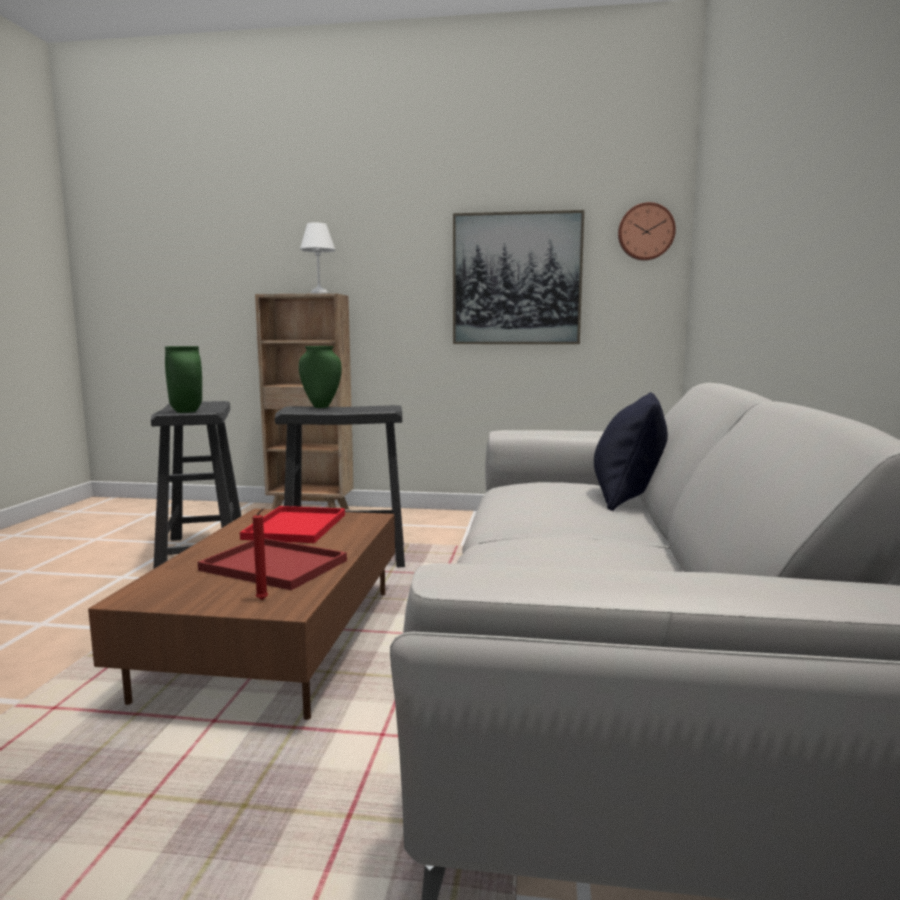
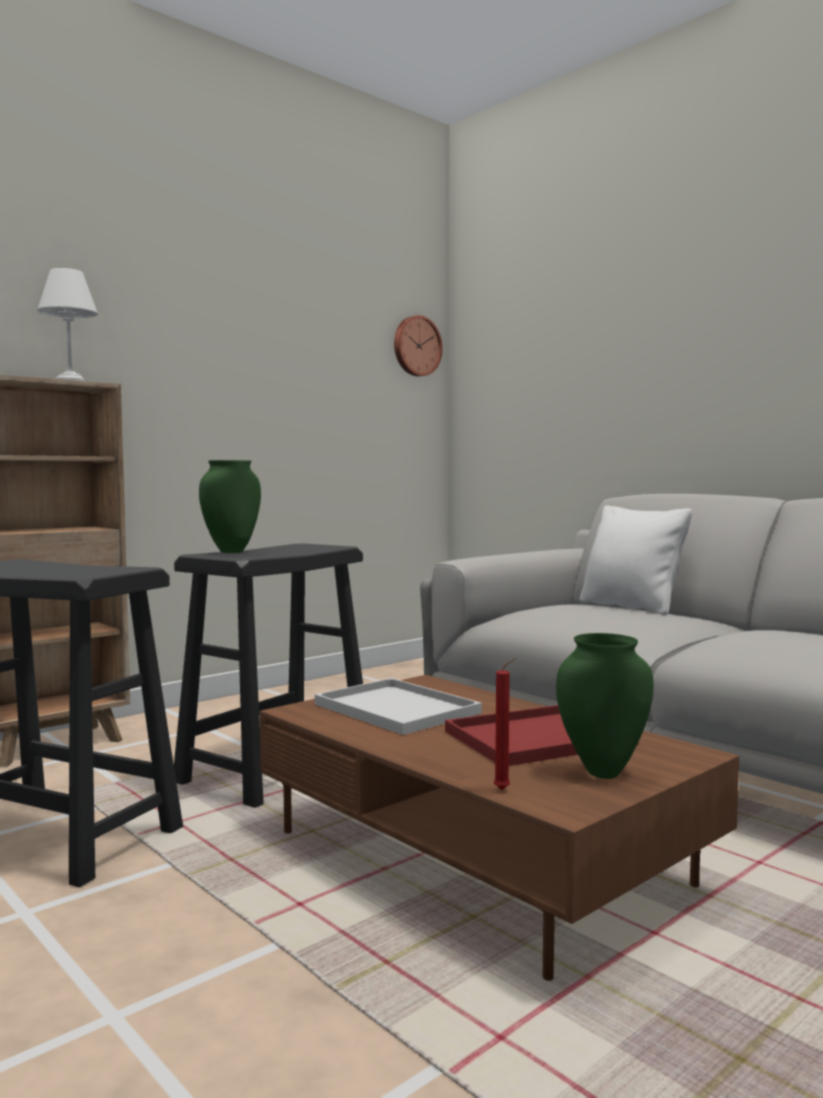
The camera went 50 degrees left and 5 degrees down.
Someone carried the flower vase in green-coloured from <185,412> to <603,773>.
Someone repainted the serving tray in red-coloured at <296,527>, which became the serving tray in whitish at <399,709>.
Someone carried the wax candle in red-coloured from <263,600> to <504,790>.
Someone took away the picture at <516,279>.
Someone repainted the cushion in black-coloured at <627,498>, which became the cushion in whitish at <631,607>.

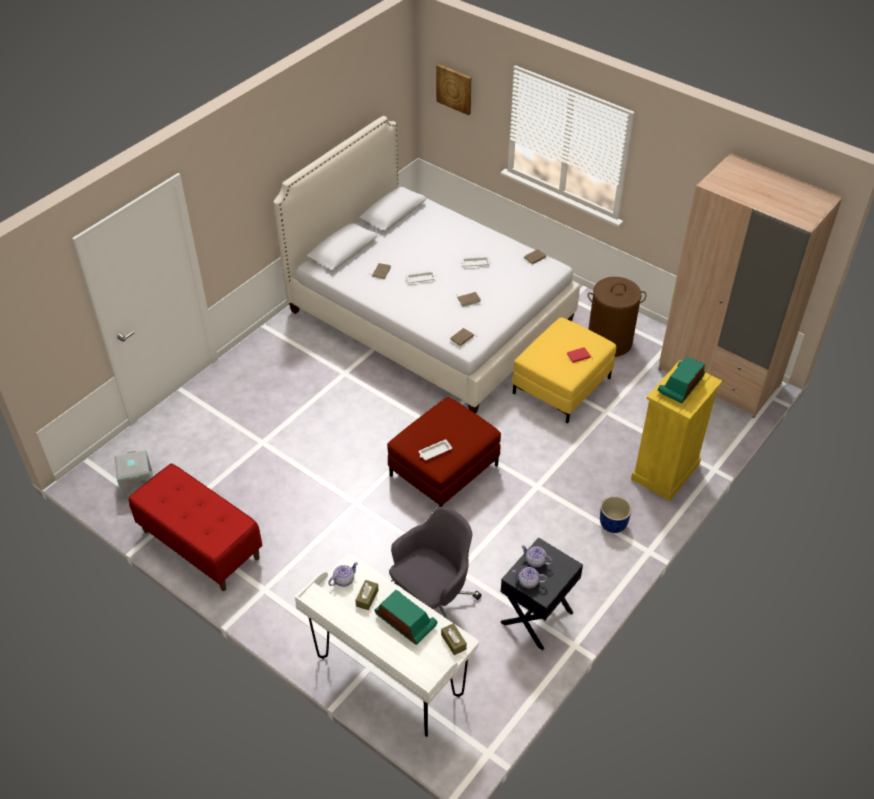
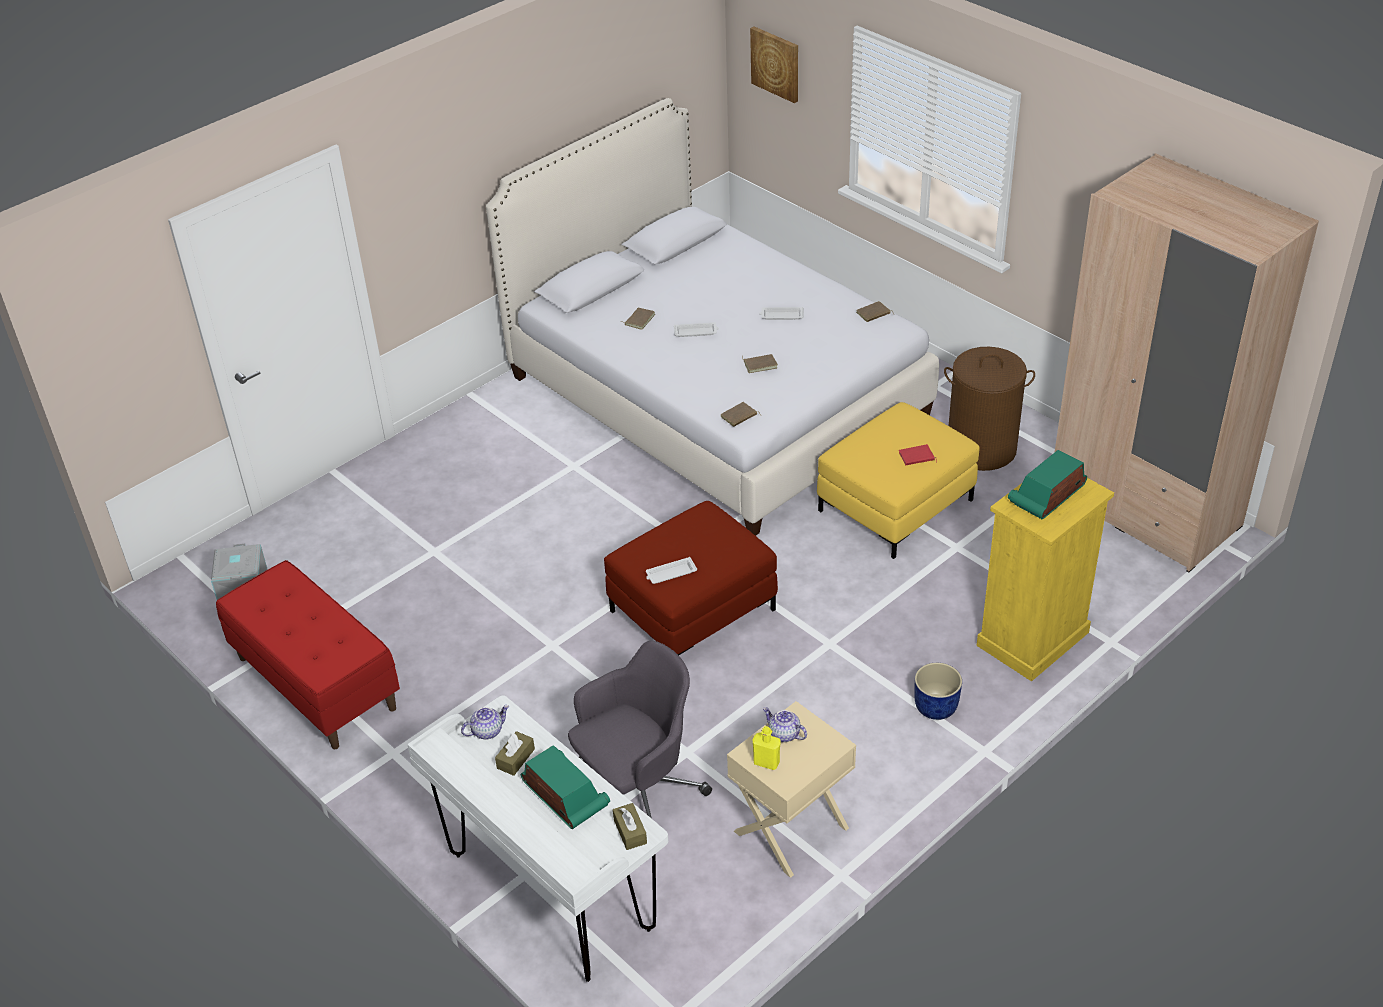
The camera went 10 degrees right and 5 degrees down.
Someone repainted the nightstand in black-coloured at <537,618>, which became the nightstand in sand-coloured at <792,830>.
Someone swapped the teapot at <528,582> for the bottle in yellow at <766,762>.

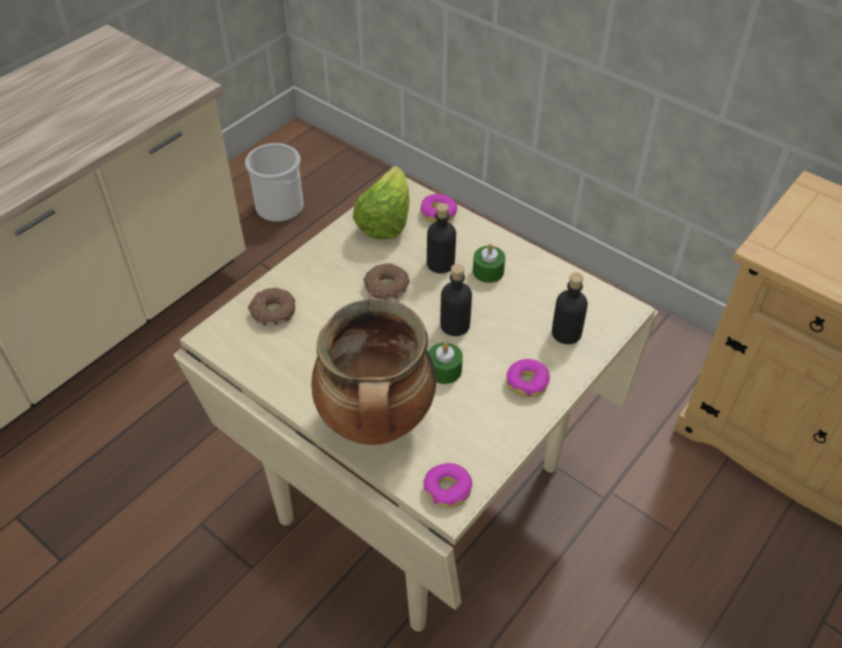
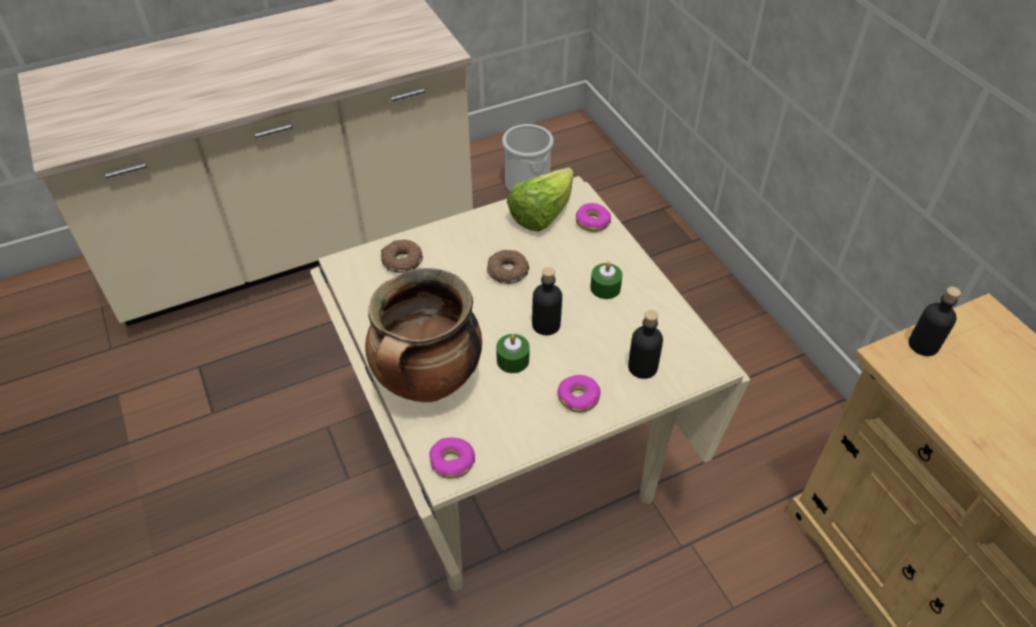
The camera went 25 degrees right and 0 degrees up.
Someone carried the bottle in black-coloured from <440,263> to <923,345>.

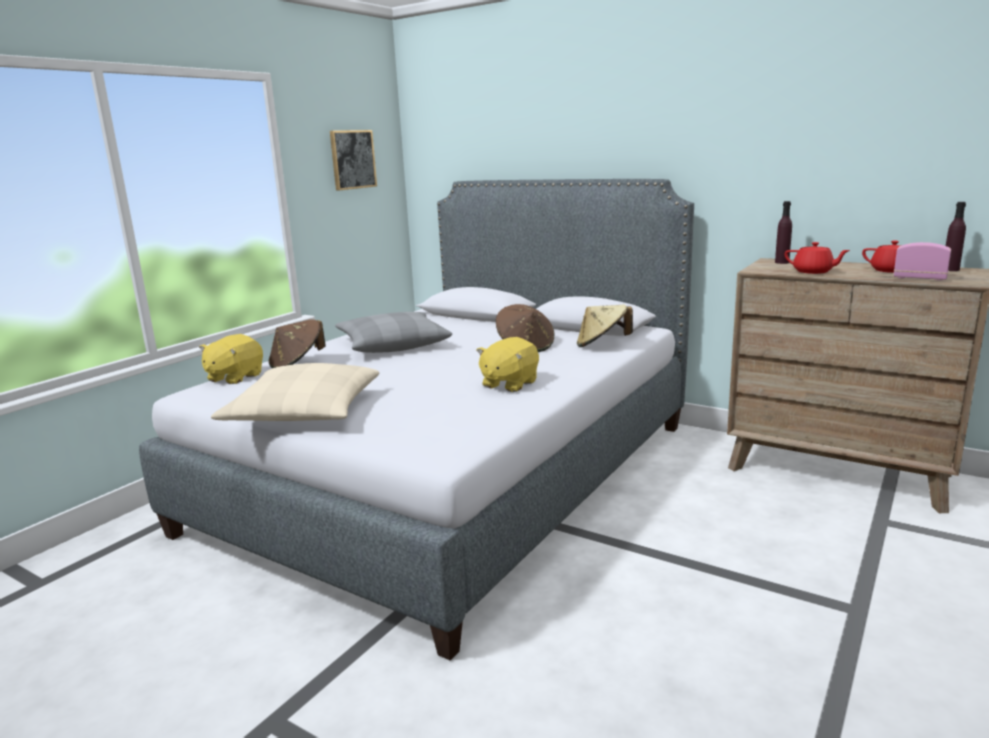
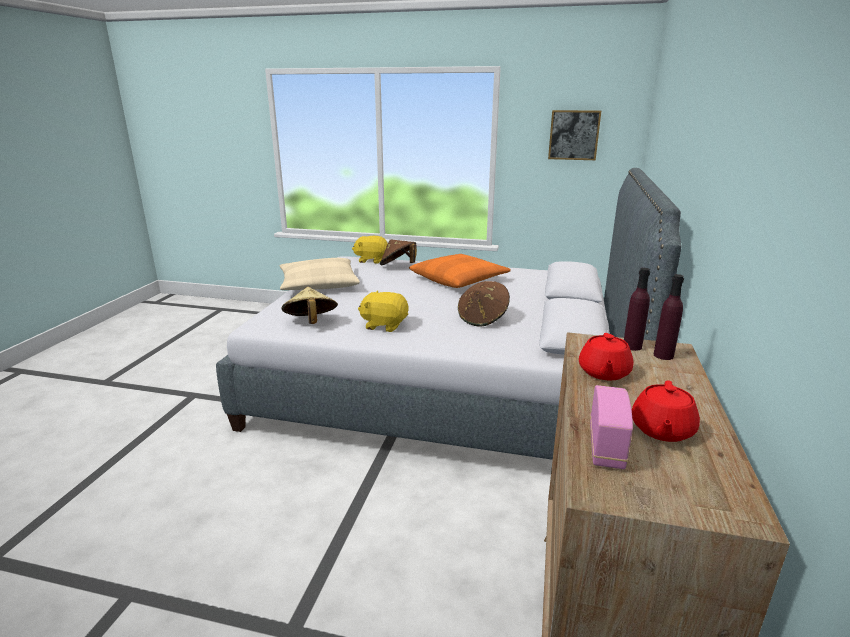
The camera went 70 degrees right and 5 degrees up.
Someone repainted the cushion in grey at <392,344>, which became the cushion in orangey at <459,279>.
Someone carried the hat in sand-coloured from <602,344> to <310,322>.
Someone carried the bottle in purple from <950,269> to <632,346>.

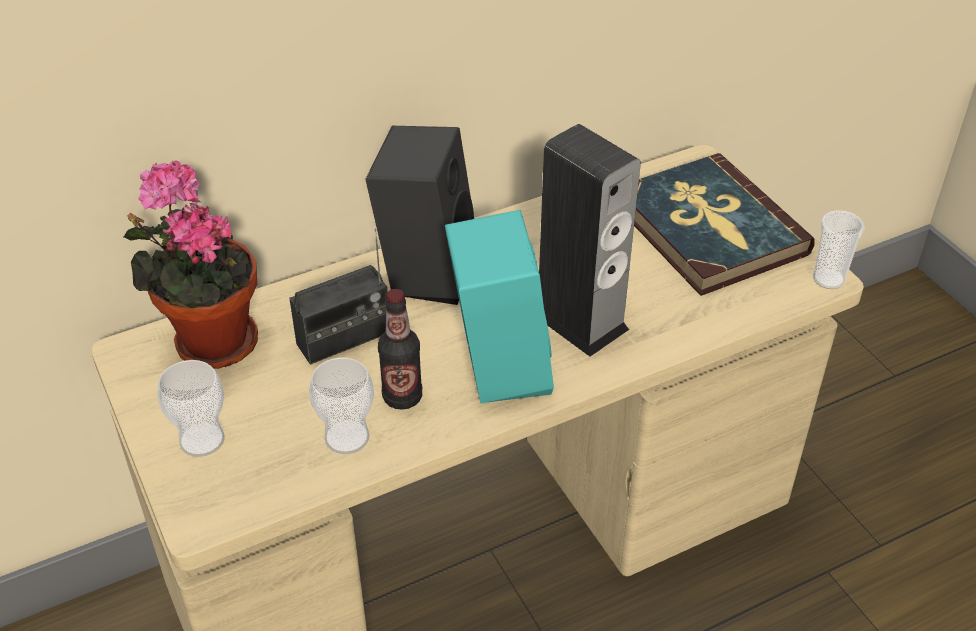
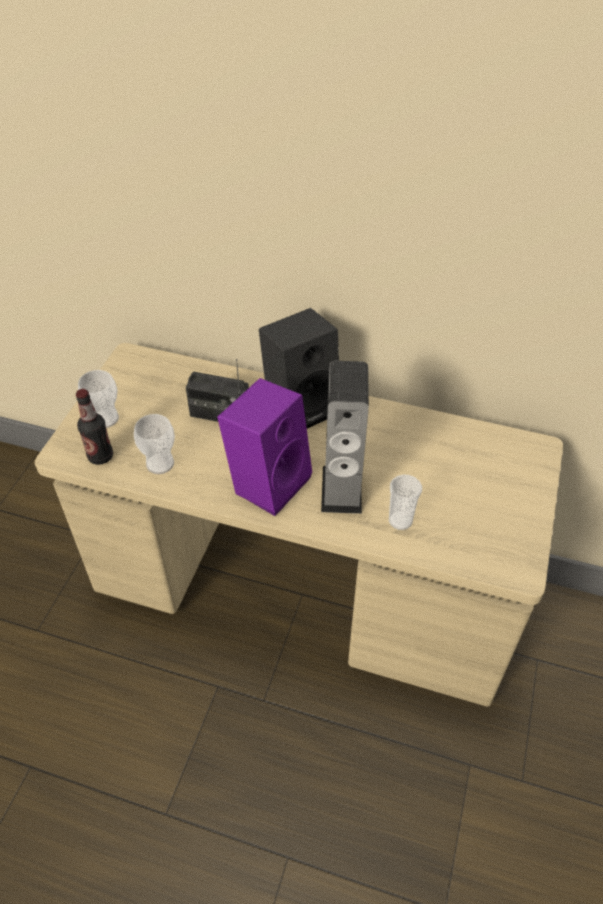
The camera went 45 degrees right and 5 degrees up.
Someone took away the plant in a pot at <210,340>.
Someone carried the bottle from <402,397> to <100,456>.
Someone repainted the loudspeaker in blue-green at <496,366>, which became the loudspeaker in purple at <268,481>.
Someone took away the volume at <708,229>.
Someone carried the cup from <828,279> to <400,521>.

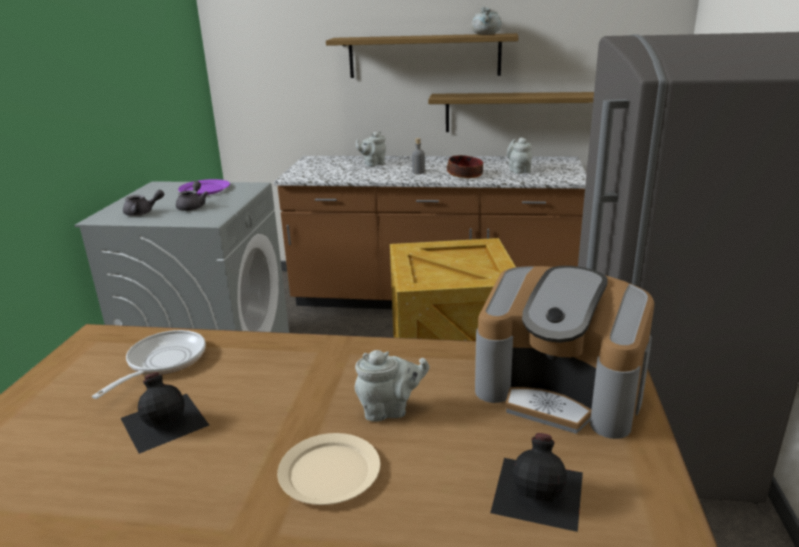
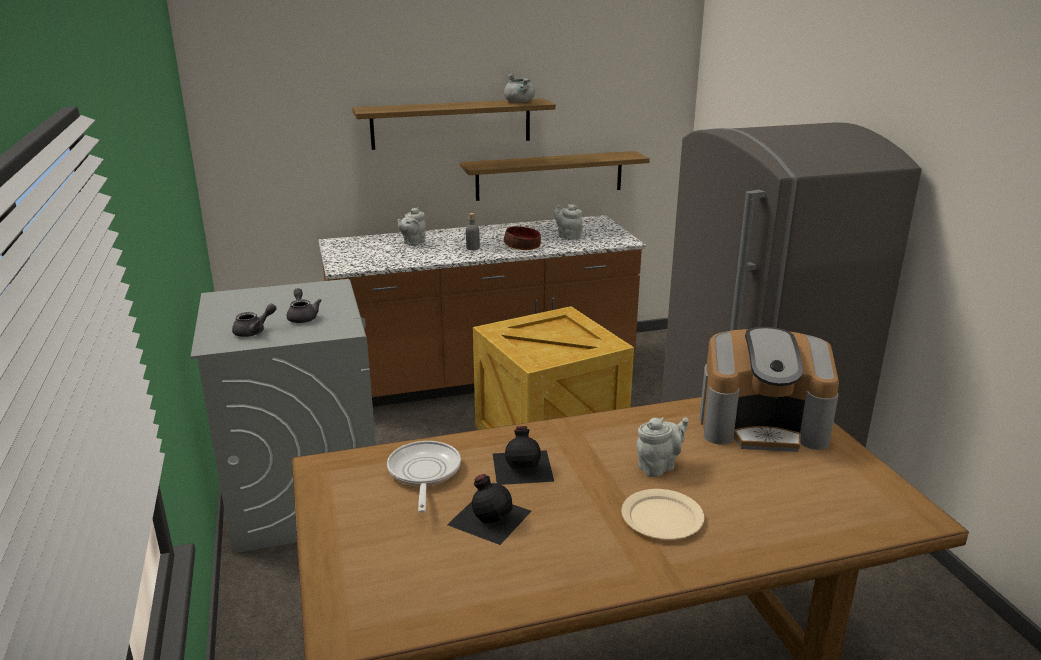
The camera went 25 degrees left and 0 degrees up.
Someone took away the plate in purple at <204,189>.
Someone carried the bottle in black-coloured from <539,491> to <523,466>.

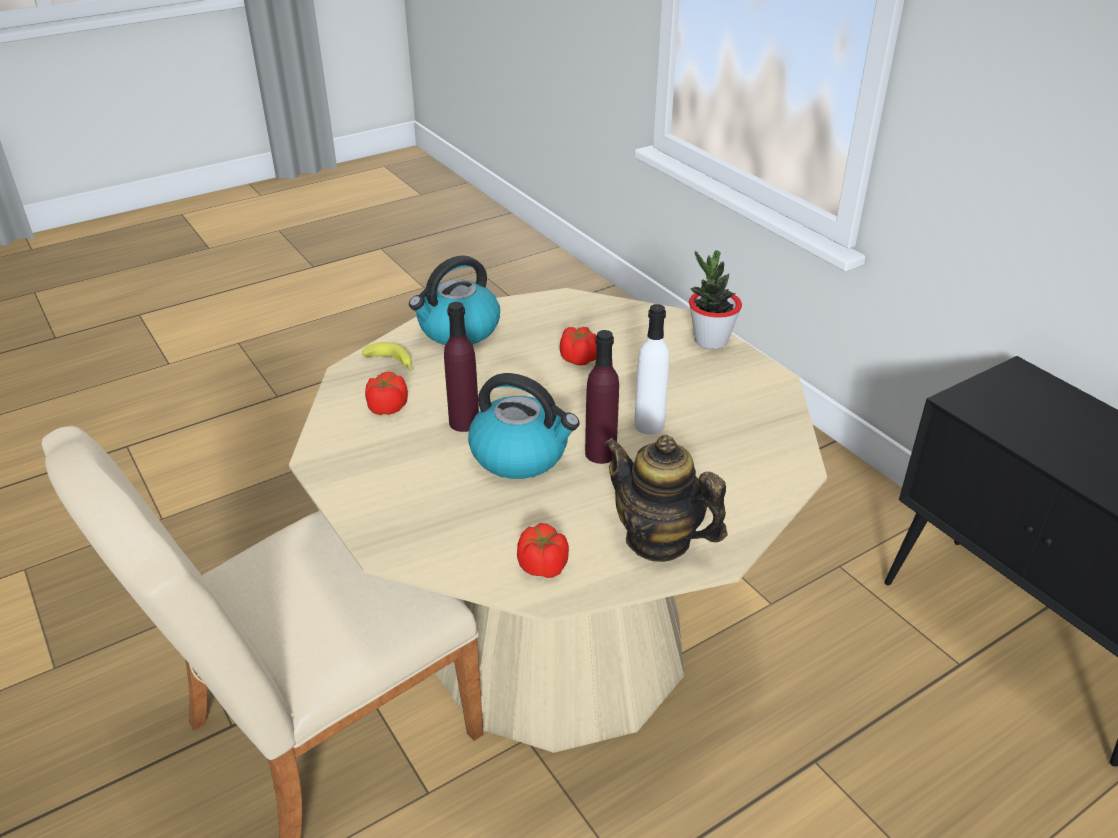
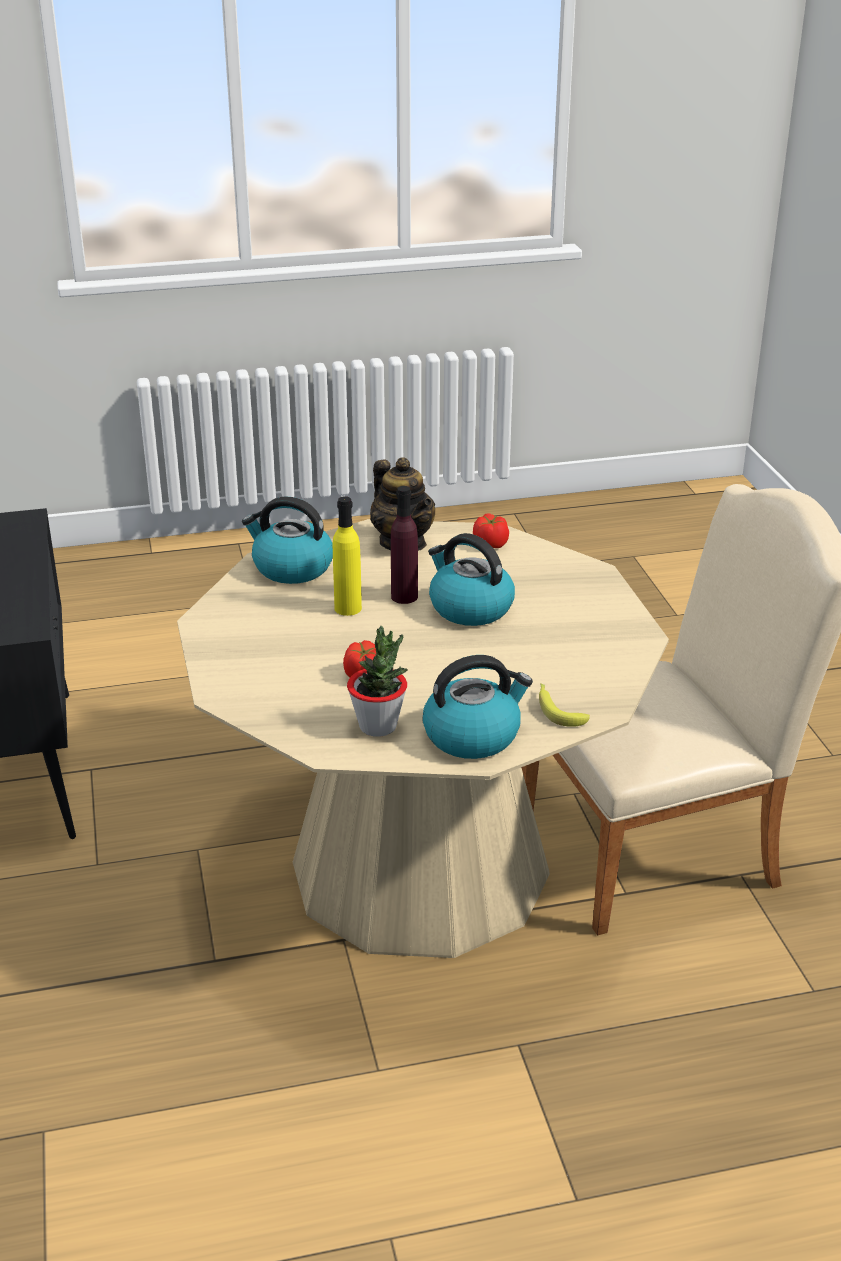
The camera went 160 degrees left and 5 degrees down.
Someone took away the tomato at <387,408>.
Someone took away the bottle in purple at <464,422>.
Someone repainted the bottle in whitish at <649,425>, which became the bottle in yellow at <348,608>.
Someone carried the plant in a pot from <710,341> to <378,726>.
Someone put down the kettle at <291,568>.

